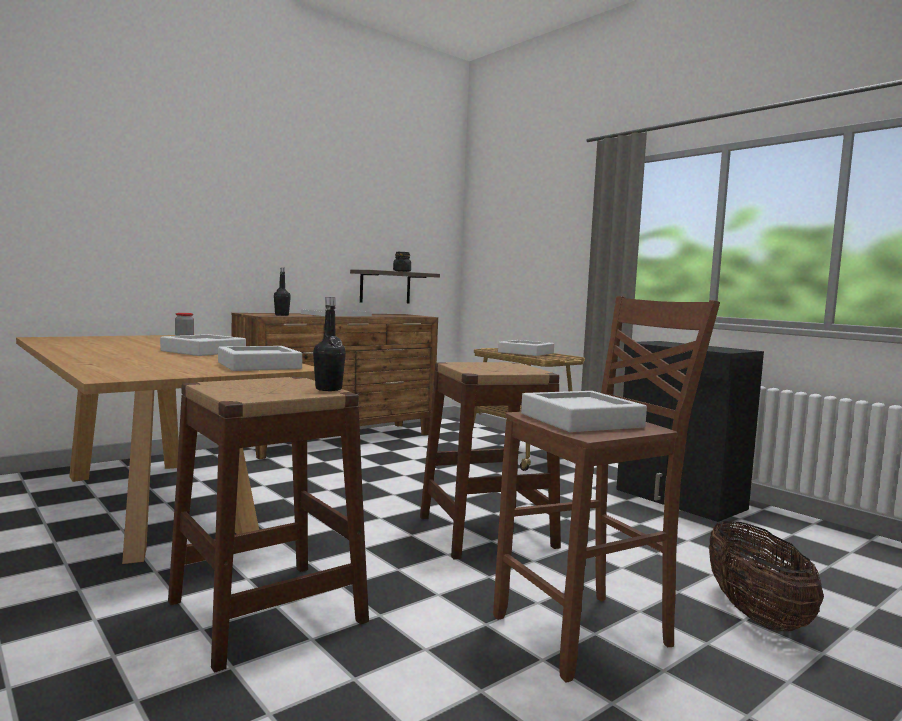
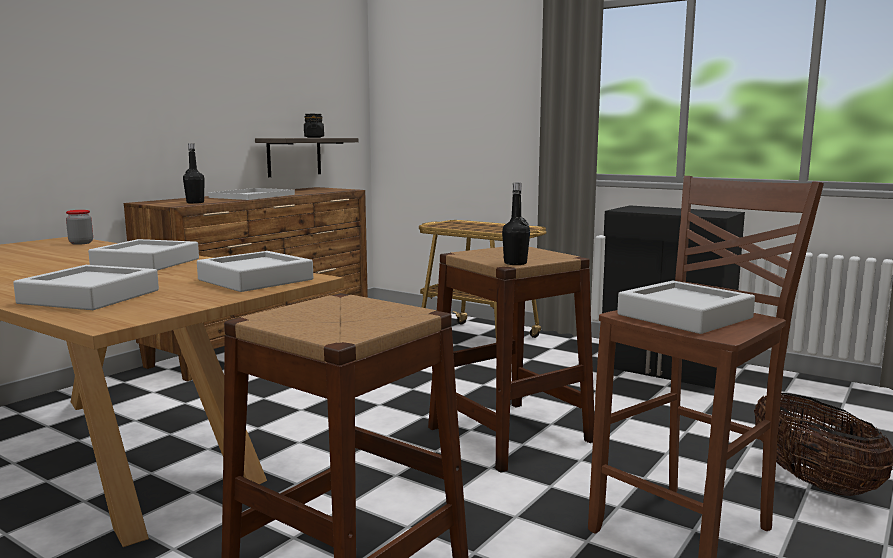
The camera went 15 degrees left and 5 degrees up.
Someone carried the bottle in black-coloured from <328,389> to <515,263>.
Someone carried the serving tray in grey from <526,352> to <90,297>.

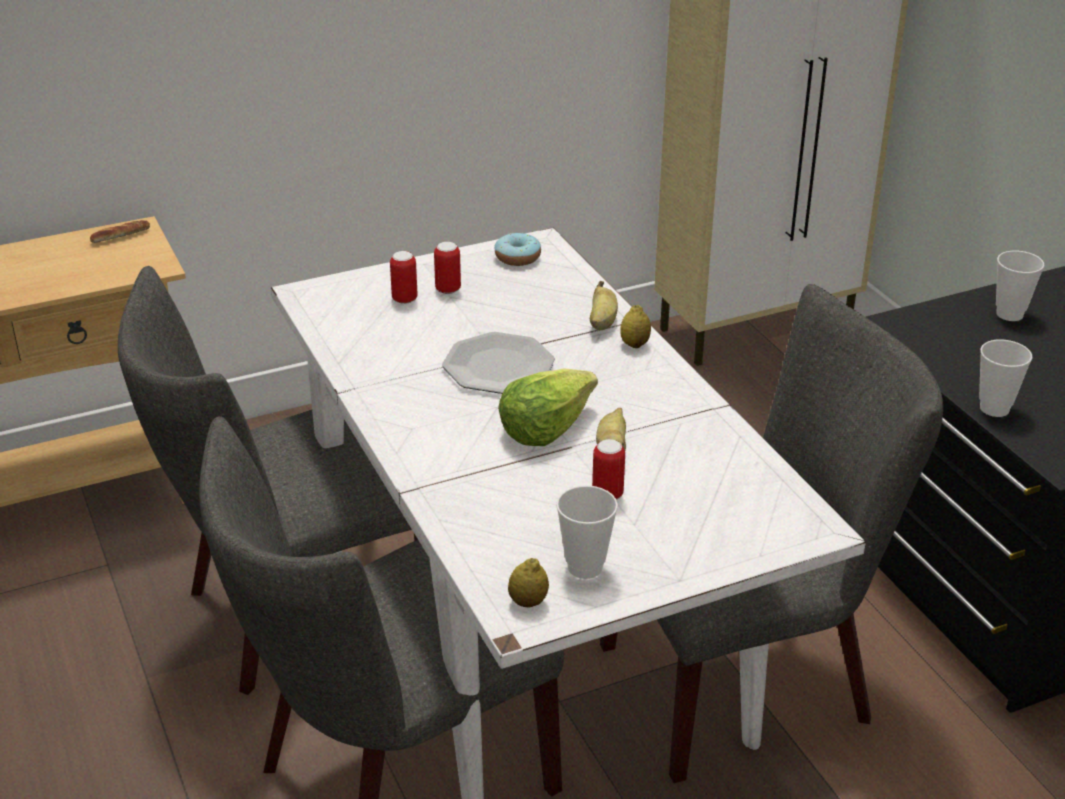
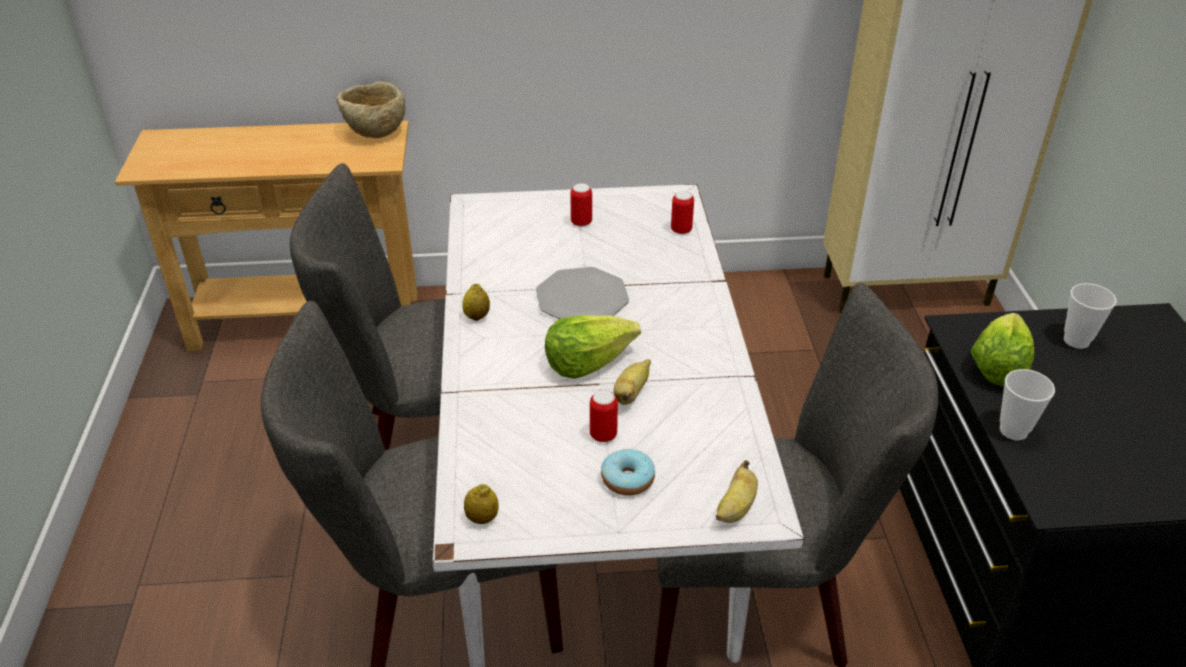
The camera went 20 degrees right and 5 degrees up.
Someone swapped the bakery bread at <121,236> for the deep dish in sand-coloured at <375,132>.
Someone carried the sealed can from <404,299> to <681,230>.
Someone carried the doughnut from <517,257> to <627,479>.
Someone took away the cup at <585,567>.
Someone carried the whole banana from <602,322> to <735,508>.
Someone carried the whole lemon from <634,344> to <477,316>.
Someone put down the lettuce head at <998,366>.

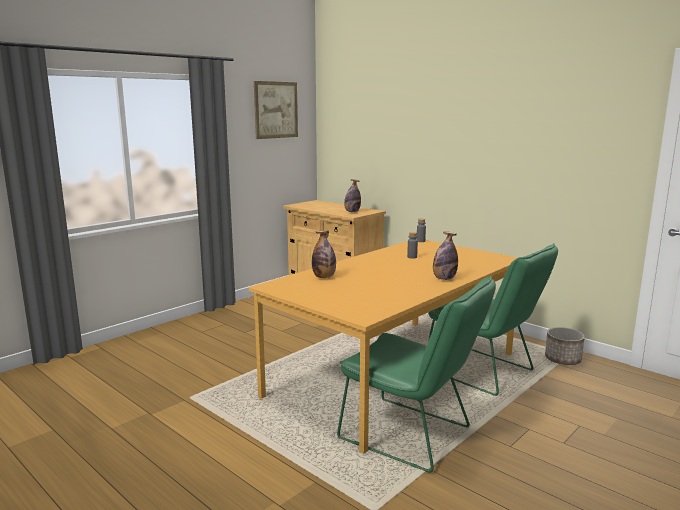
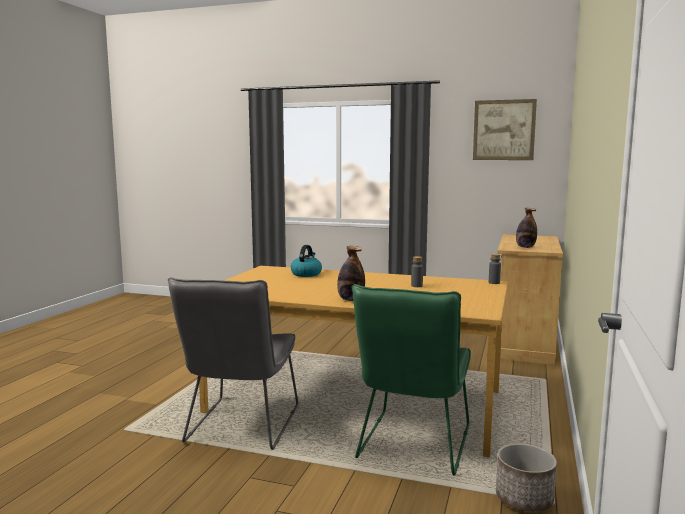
The camera went 65 degrees right and 5 degrees down.
Someone swapped the bottle at <324,277> for the kettle at <306,274>.
Someone repainted the chair in green-coloured at <413,436>, which became the chair in grey at <240,428>.

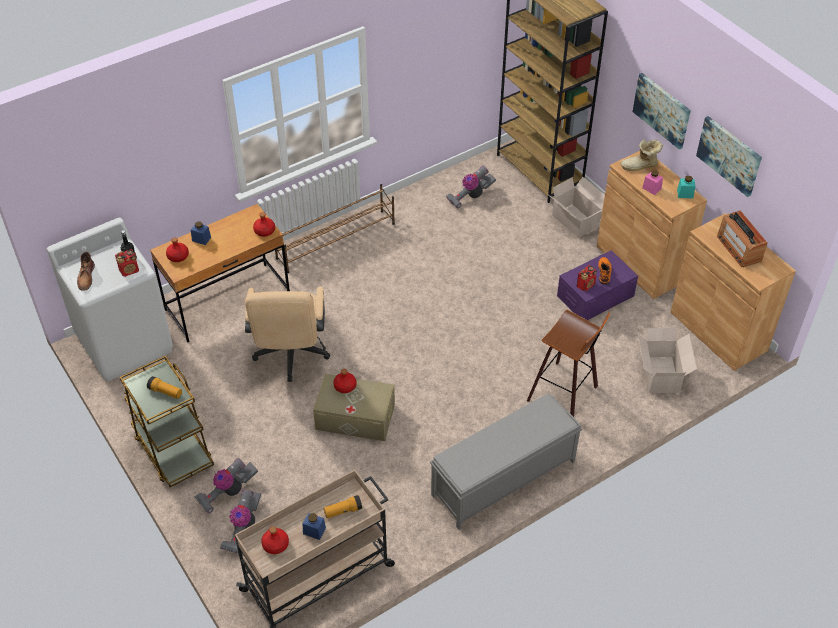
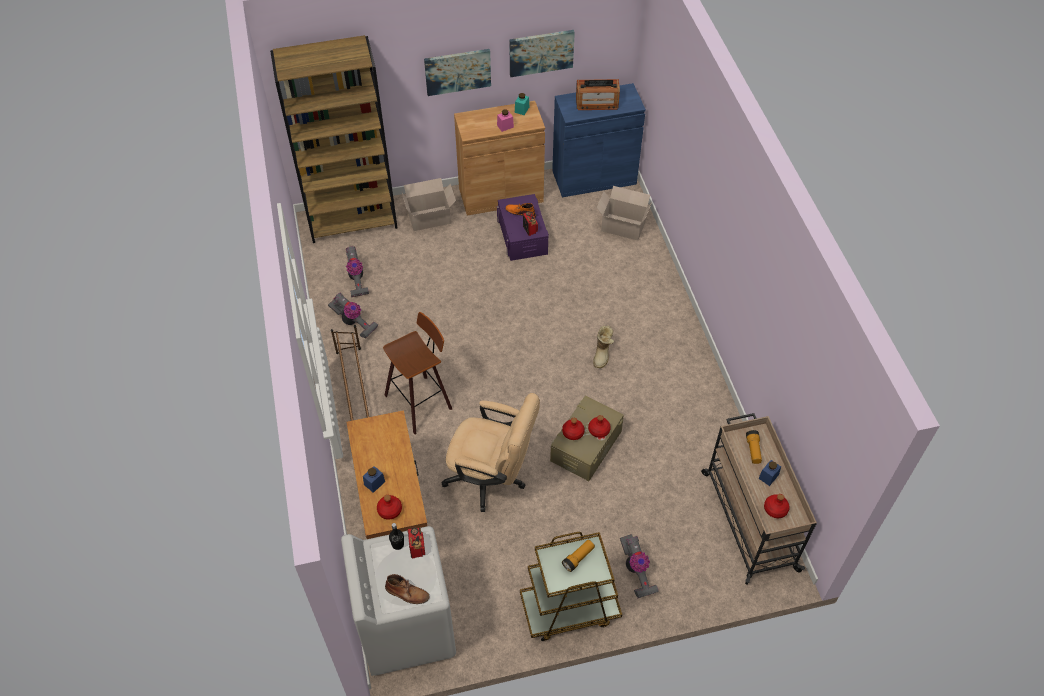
The camera went 70 degrees left and 5 degrees up.
Someone carried the vacuum from <243,528> to <353,323>.
Someone carried the bottle in red-coloured from <265,231> to <599,430>.
Someone took away the bench in grey at <502,479>.
Someone carried the stool seat from <565,392> to <420,402>.
Someone carried the boot from <640,166> to <602,354>.
Someone repainted the cupboard in brown-coloured at <718,331>, which became the cupboard in bluish at <594,177>.

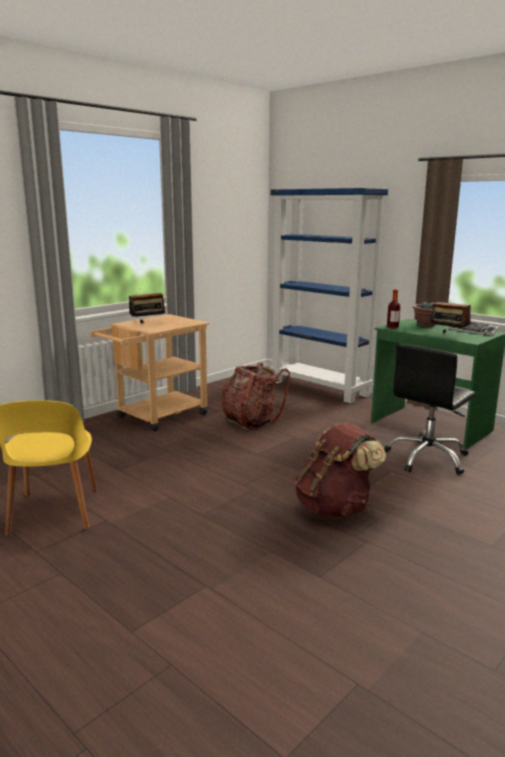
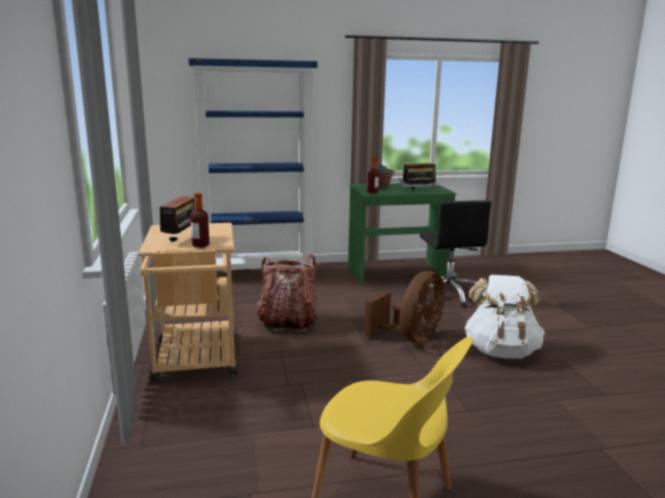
The camera went 55 degrees left and 0 degrees up.
Someone repainted the backpack in brown-coloured at <335,507>, which became the backpack in whitish at <500,351>.
Someone put down the bottle at <200,245>.
Someone put down the cooling fan in brown-coloured at <411,338>.

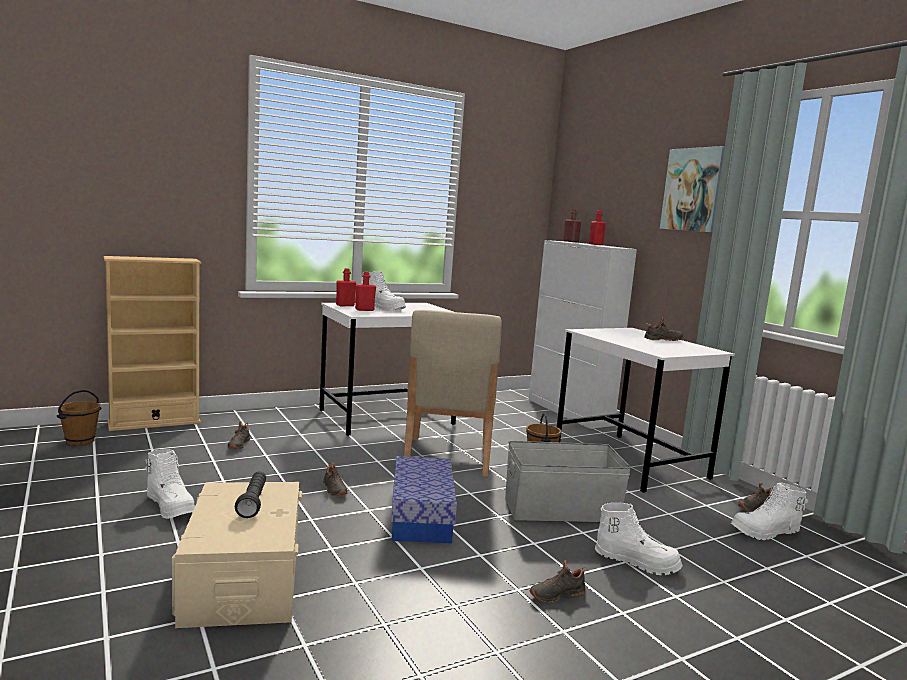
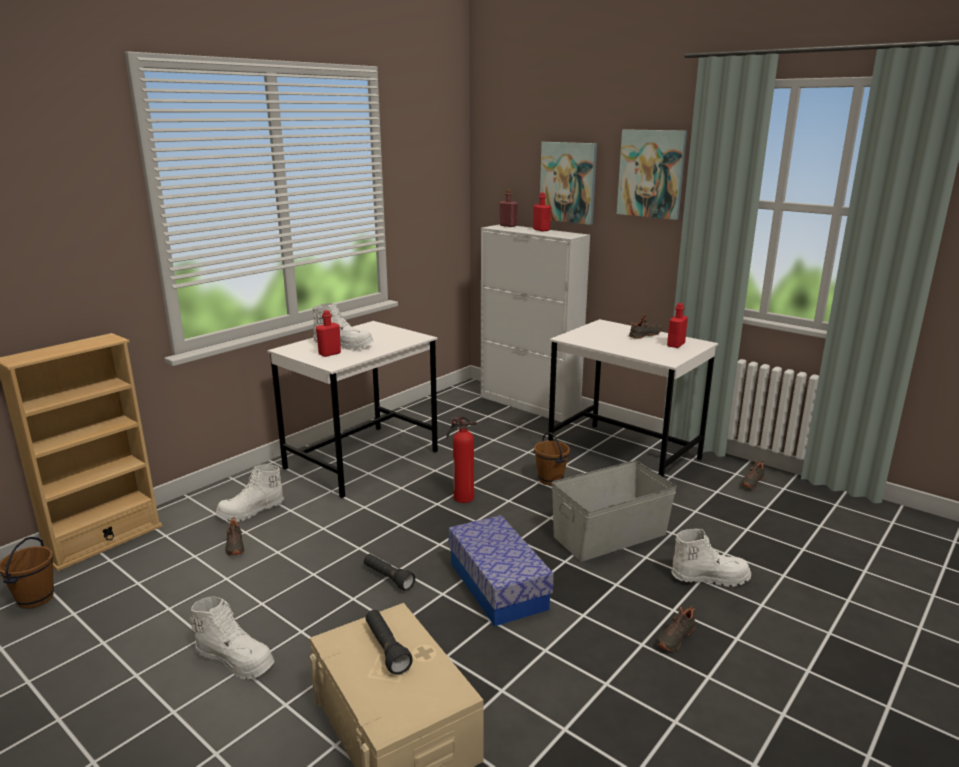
The camera went 20 degrees left and 10 degrees up.
Someone swapped the item of footwear in black-coloured at <333,489> for the flashlight in black-coloured at <388,578>.
Someone carried the bottle in red-coloured from <345,305> to <676,345>.
Someone swapped the chair in sand-coloured at <447,456> for the extinguisher at <462,498>.
Someone carried the boot in whitish from <765,532> to <251,511>.
Someone put up the picture at <568,182>.

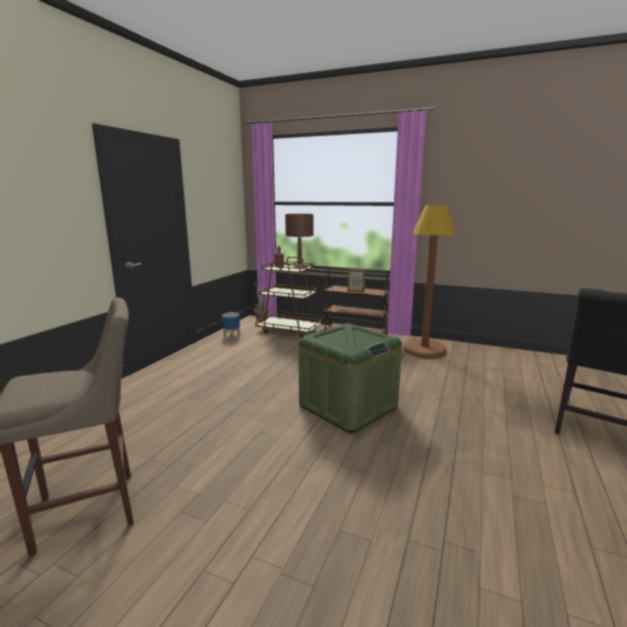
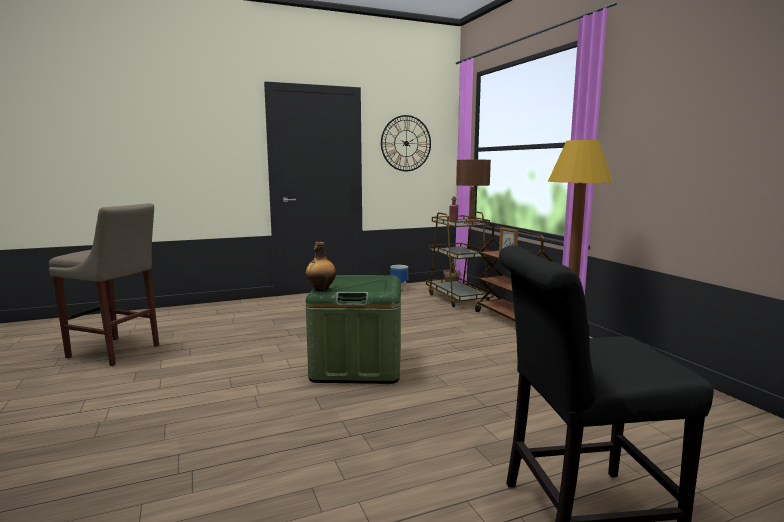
The camera went 45 degrees right and 5 degrees down.
Someone put down the bottle at <321,289>.
Someone put up the wall clock at <406,143>.

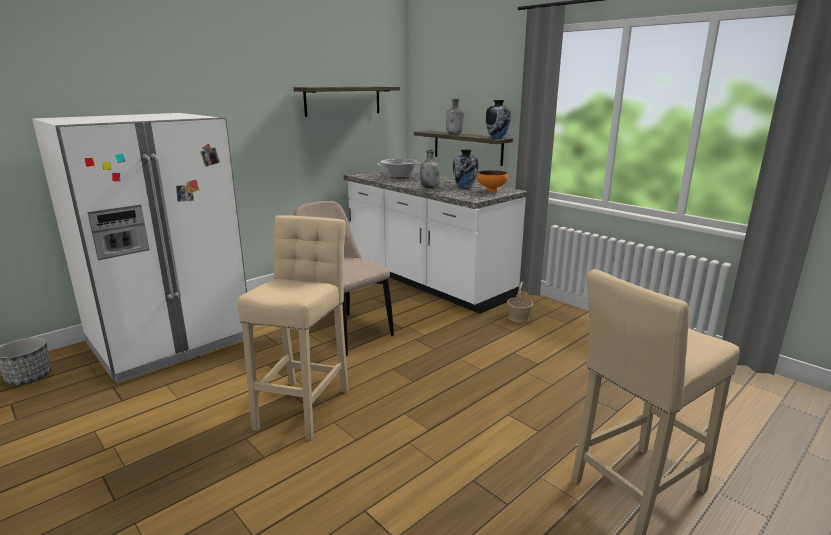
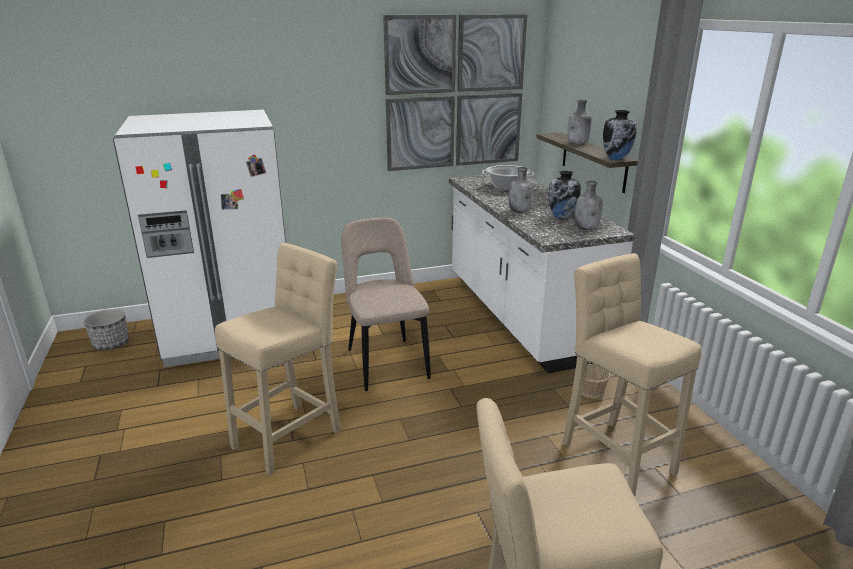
The camera went 25 degrees right and 5 degrees up.
Someone swapped the bracket shelf at <343,101> for the picture at <455,93>.
Someone swapped the deep dish in orangey at <491,191> for the bottle in grey at <586,228>.
Someone put down the stool seat in sand-coloured at <614,453>.

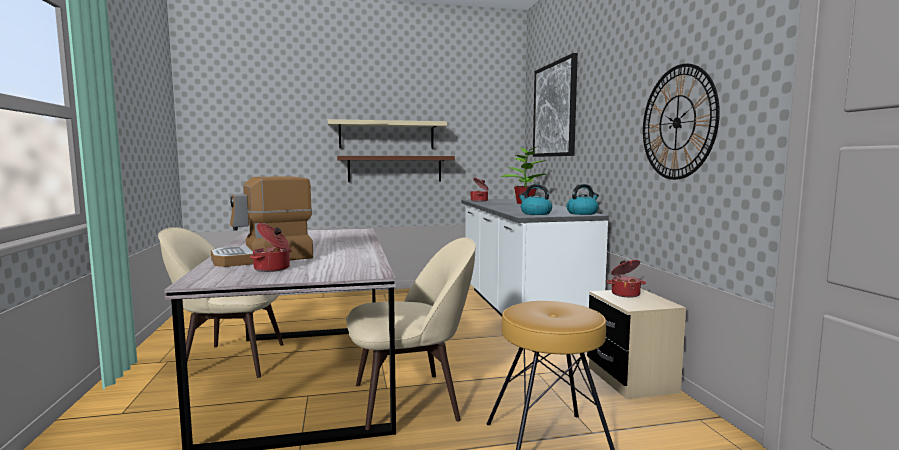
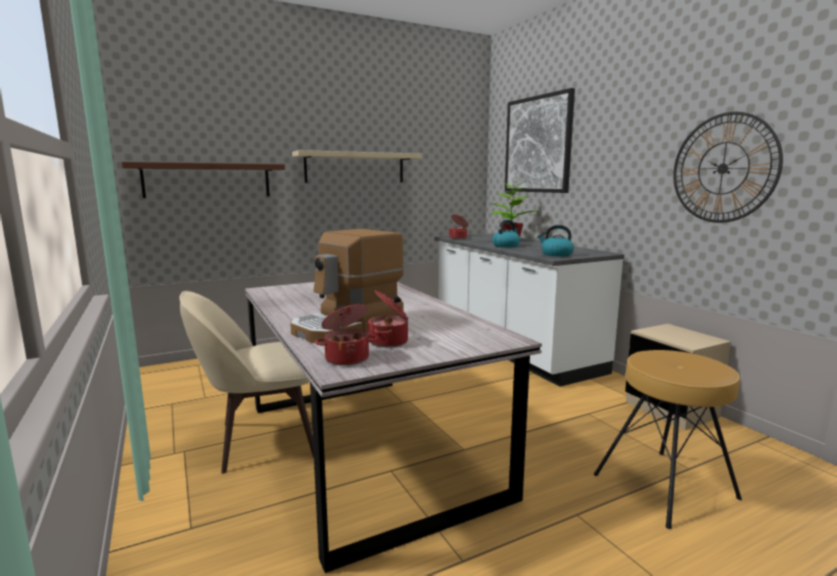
The camera went 15 degrees left and 5 degrees up.
Someone carried the bracket shelf in brown-coloured from <395,169> to <208,180>.
Someone took away the chair in sand-coloured at <410,400>.
Someone carried the kettle from <582,213> to <506,246>.
Someone carried the stockpot from <625,294> to <347,358>.

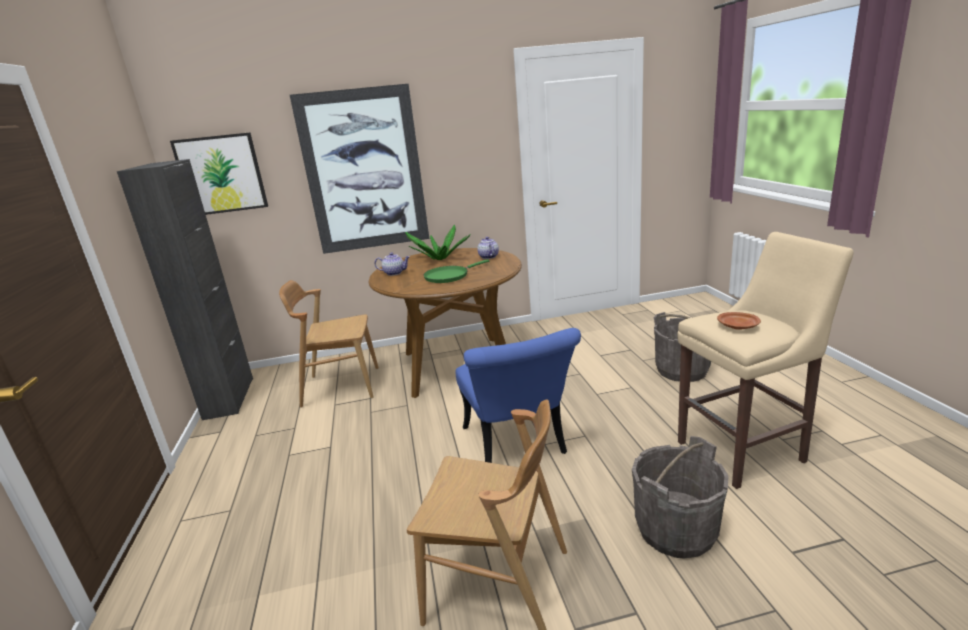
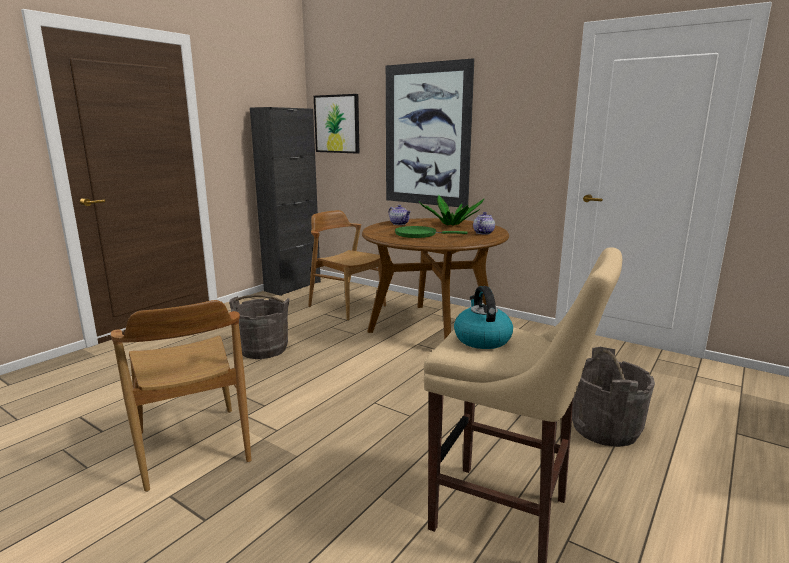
The camera went 45 degrees right and 5 degrees down.
Someone took away the chair in bluish at <518,446>.
Someone carried the water bucket in grey from <676,530> to <263,349>.
Someone swapped the plate in brown-coloured at <738,326> for the kettle at <481,339>.

